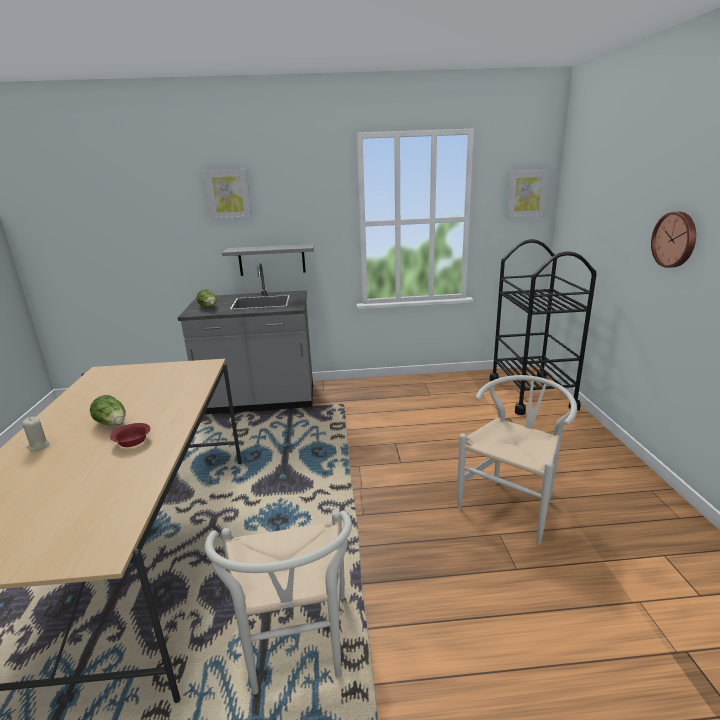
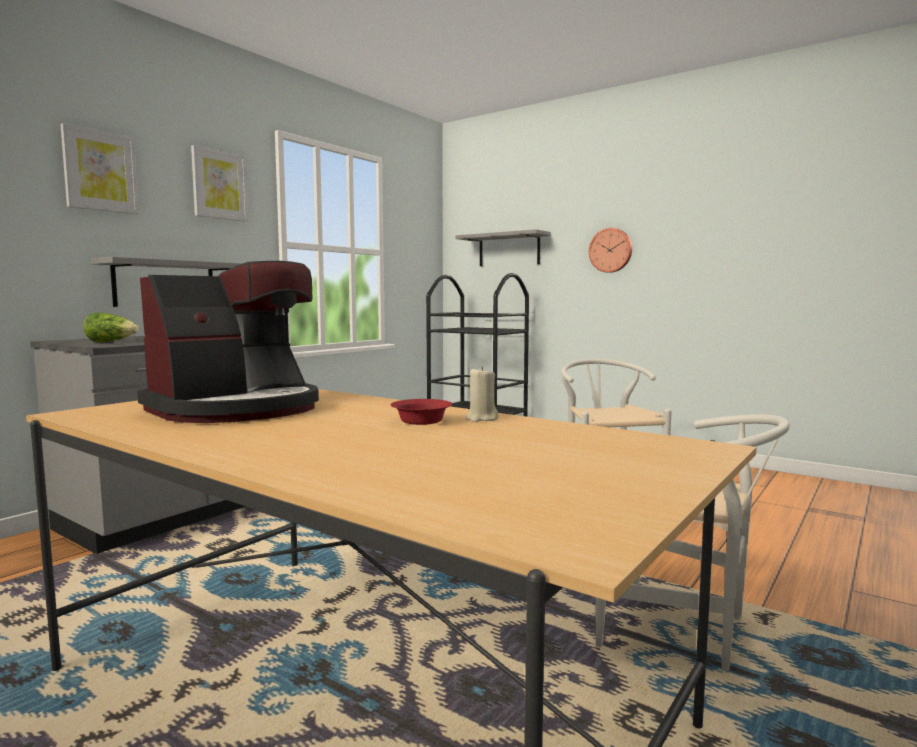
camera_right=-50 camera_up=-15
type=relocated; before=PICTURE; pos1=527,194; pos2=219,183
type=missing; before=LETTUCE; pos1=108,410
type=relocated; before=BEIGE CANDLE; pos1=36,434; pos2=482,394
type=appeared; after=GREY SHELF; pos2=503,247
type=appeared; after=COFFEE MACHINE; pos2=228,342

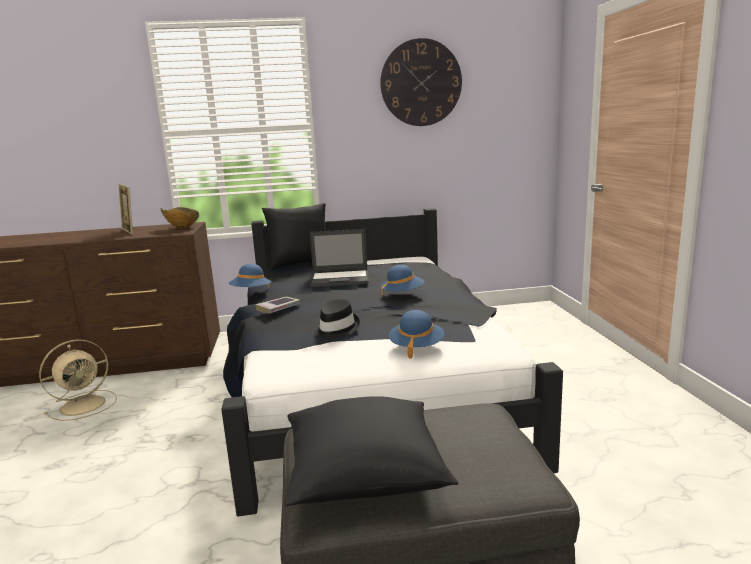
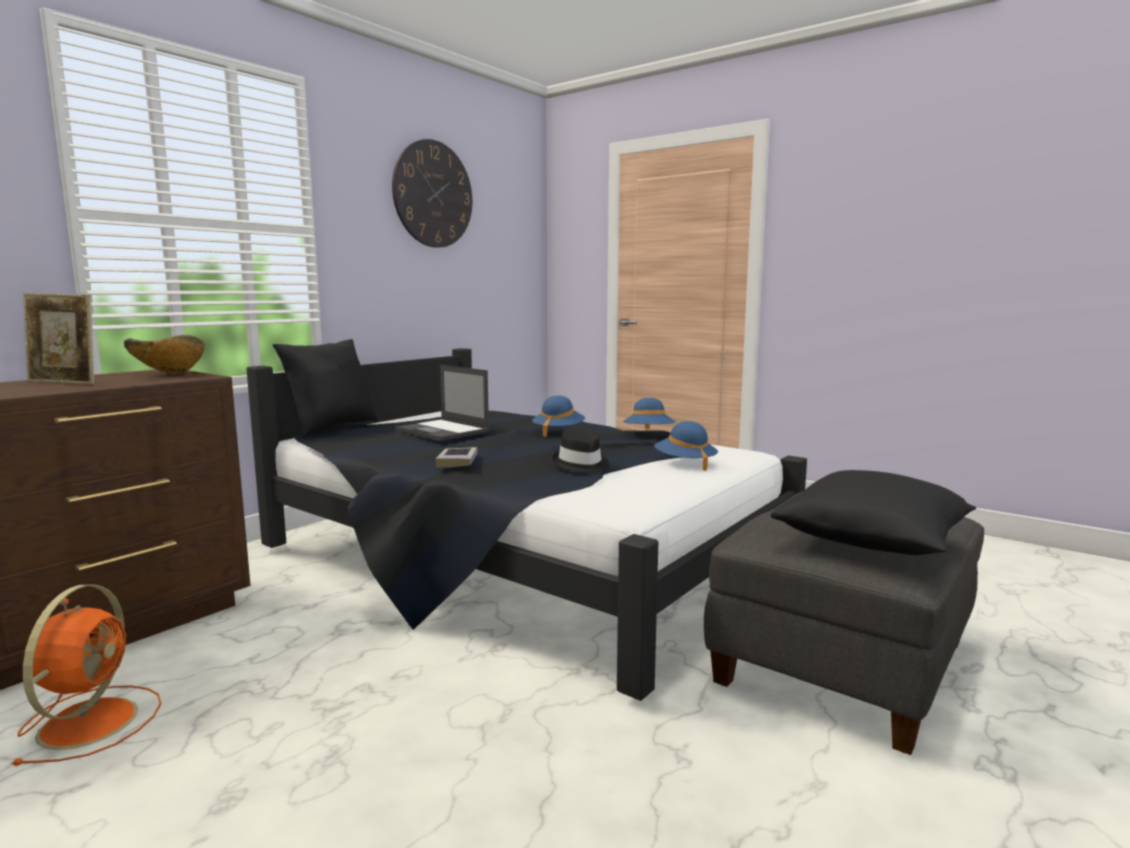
camera_right=-45 camera_up=-5
type=spun; before=LAPTOP; pos1=339,258; pos2=442,403; turn=90
type=relocated; before=BLUE HAT; pos1=250,276; pos2=649,414
type=colour; before=BEIGE FAN; after=ORANGE FAN; pos1=78,380; pos2=86,675

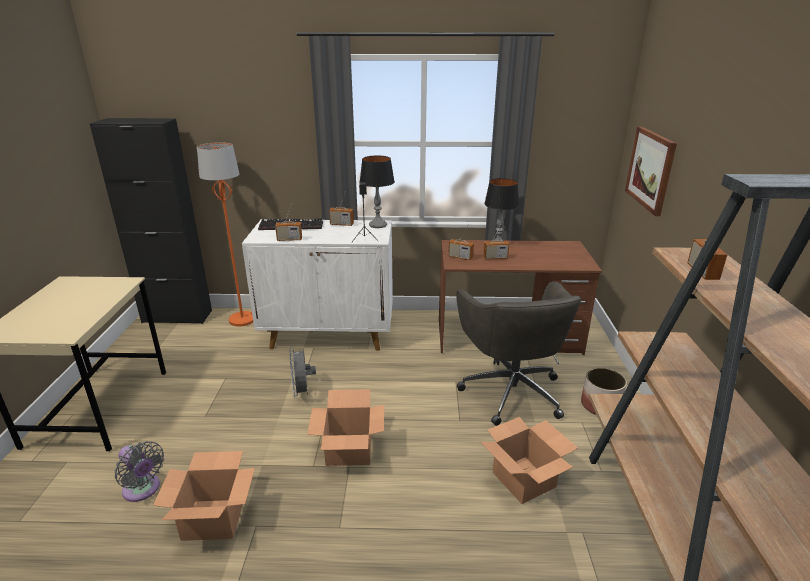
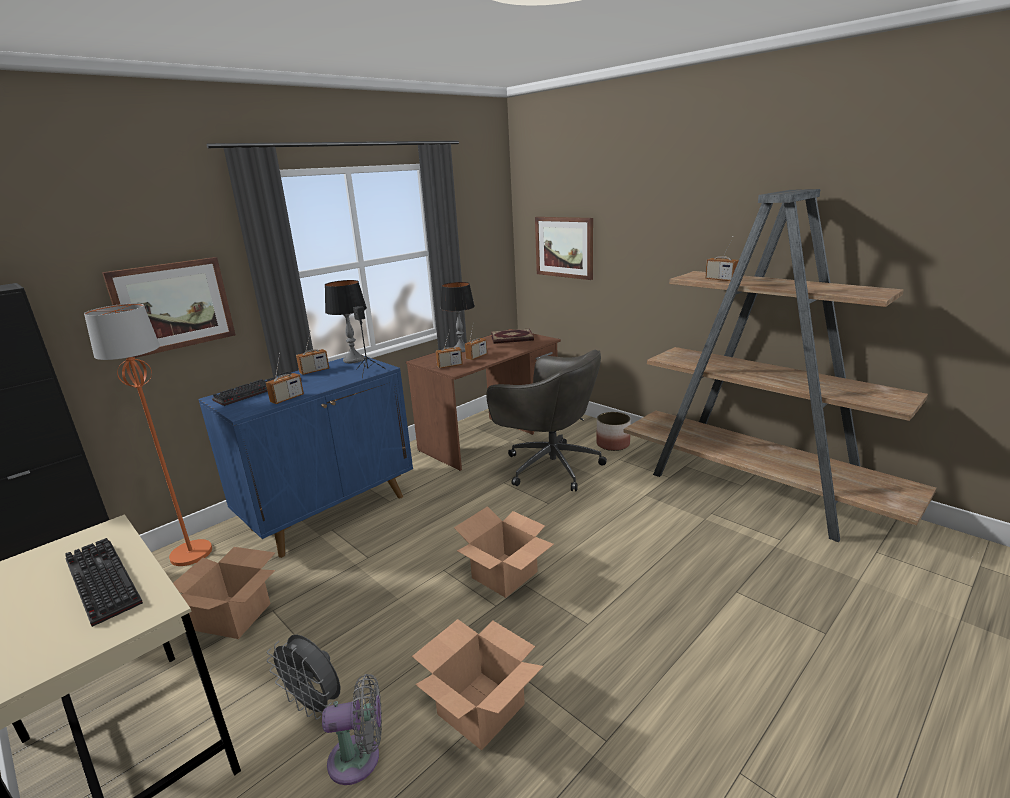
camera_right=-45 camera_up=-5
type=colour; before=WHITE CABINET; after=BLUE CABINET; pos1=317,285; pos2=305,457
type=relocated; before=GREY FAN; pos1=302,372; pos2=303,677
type=relocated; before=CARDBOARD BOX; pos1=529,460; pos2=224,593
type=appeared; after=PICTURE; pos2=169,307
type=appeared; after=BOOK; pos2=512,336
type=appeared; after=KEYBOARD; pos2=104,582

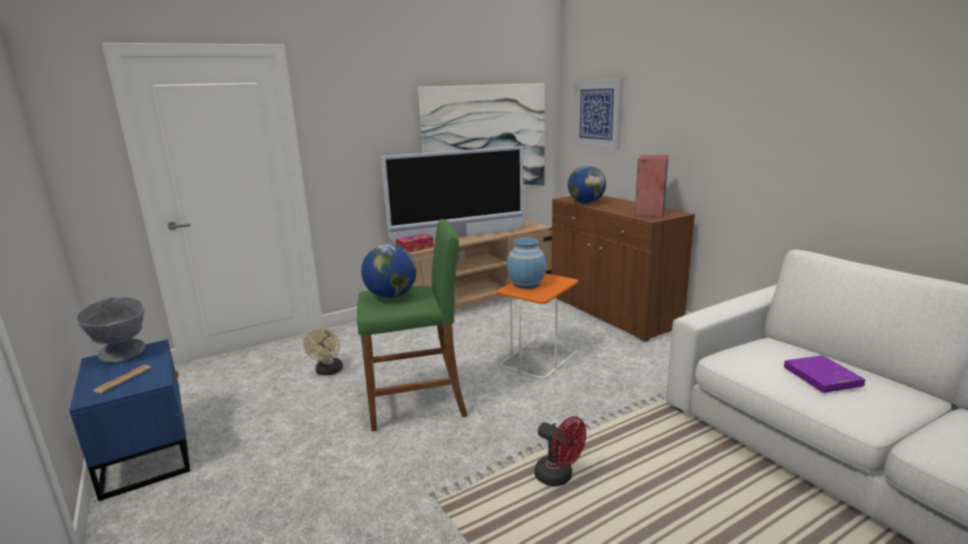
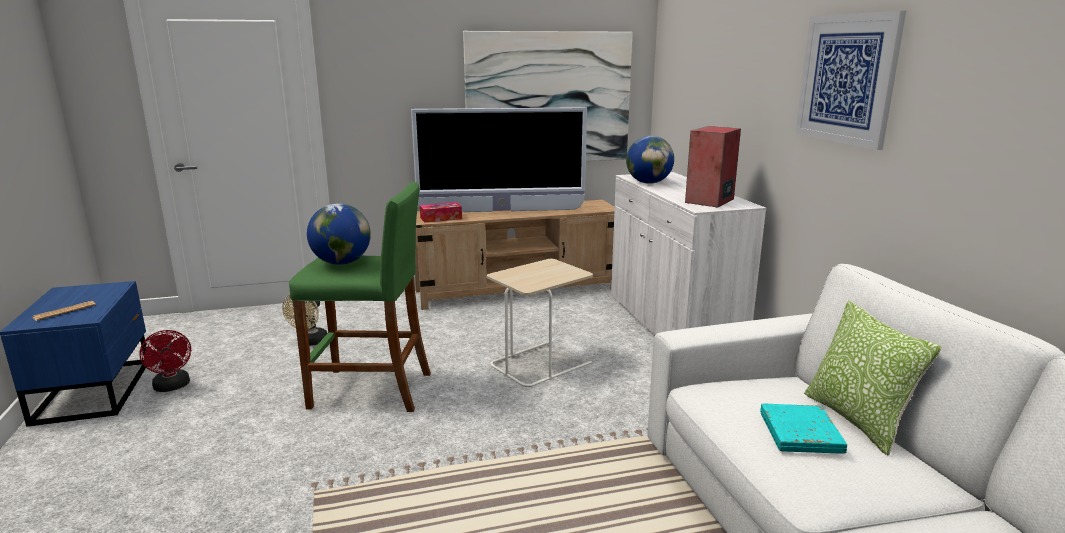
camera_right=15 camera_up=0
type=relocated; before=PICTURE; pos1=598,114; pos2=850,80
type=colour; before=BROWN CABINET; after=WHITE CABINET; pos1=623,268; pos2=688,254
type=missing; before=BLUE VASE; pos1=527,263
type=colour; before=ORANGE SIDE TABLE; after=BEIGE SIDE TABLE; pos1=537,326; pos2=540,323
type=missing; before=GREY BOWL; pos1=111,330
type=colour; before=PURPLE BOOK; after=TURQUOISE BOOK; pos1=824,374; pos2=803,429
type=relocated; before=RED FAN; pos1=560,451; pos2=165,361
type=appeared; after=PILLOW; pos2=873,378

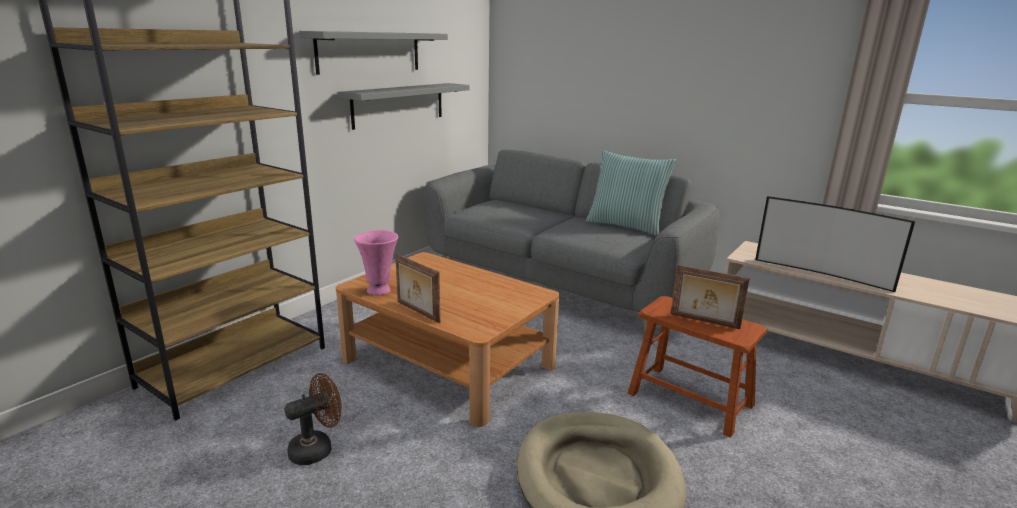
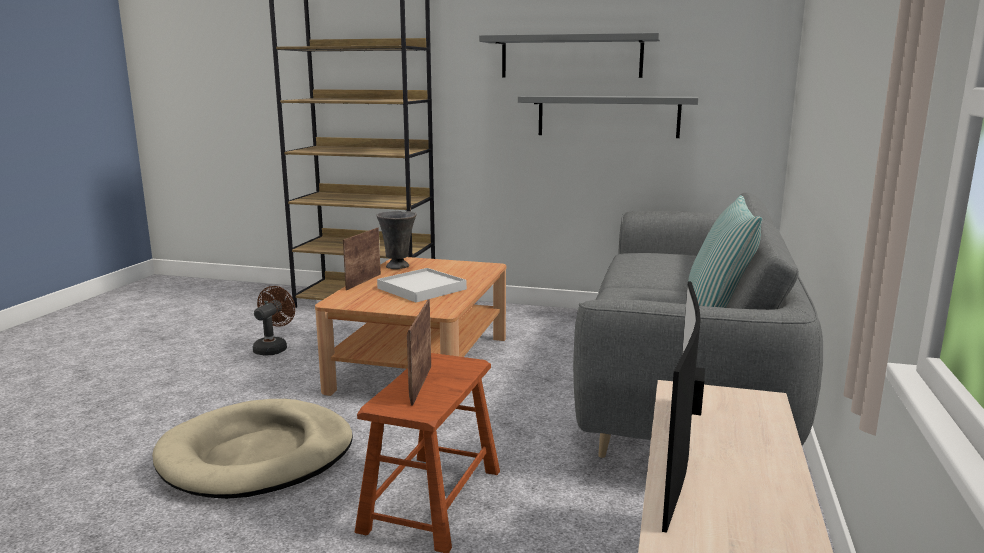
camera_right=70 camera_up=-5
type=colour; before=PINK VASE; after=GREY VASE; pos1=376,263; pos2=396,240
type=spun; before=BROWN FAN; pos1=313,419; pos2=274,321; turn=-105
type=appeared; after=WHITE TRAY; pos2=422,285

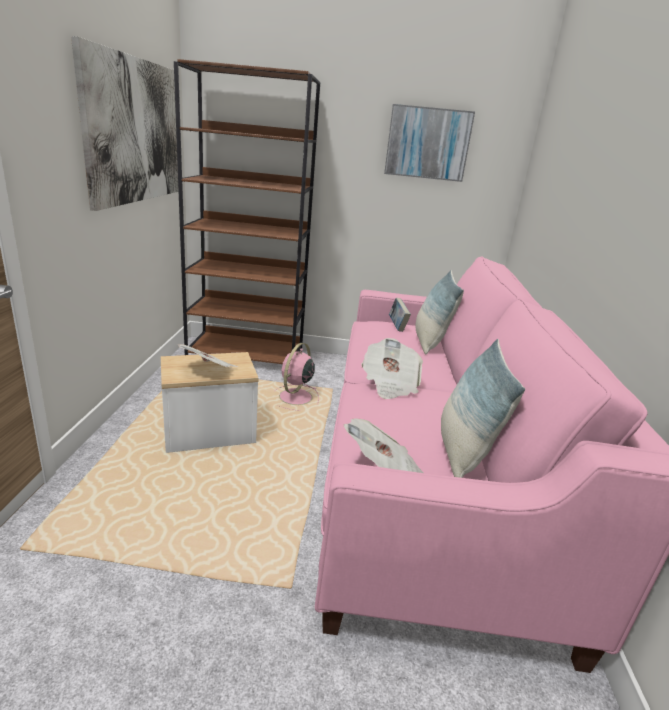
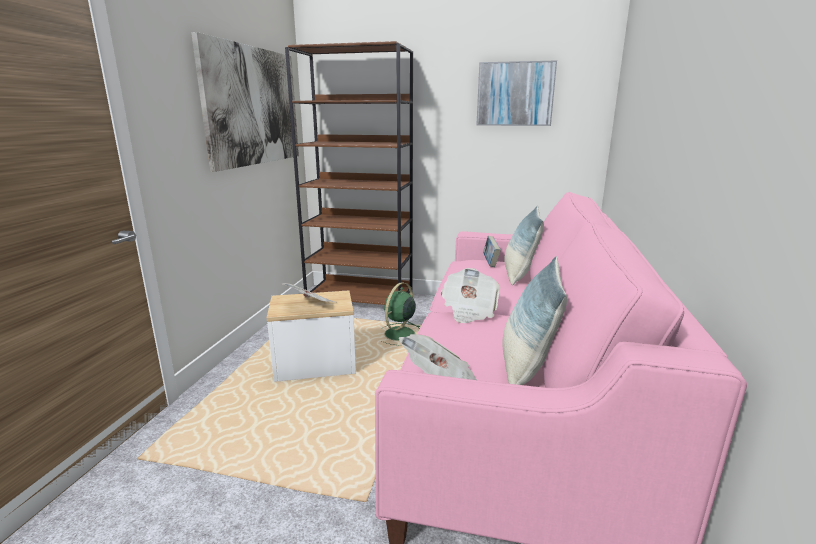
camera_right=10 camera_up=-5
type=colour; before=PINK FAN; after=GREEN FAN; pos1=297,376; pos2=400,314

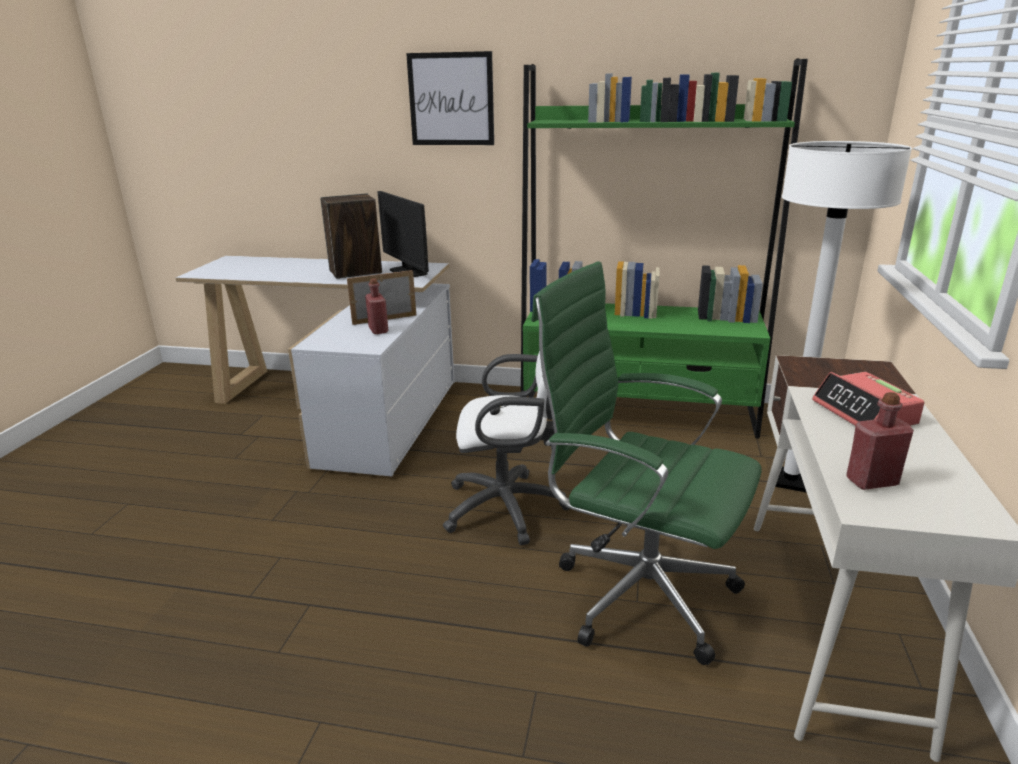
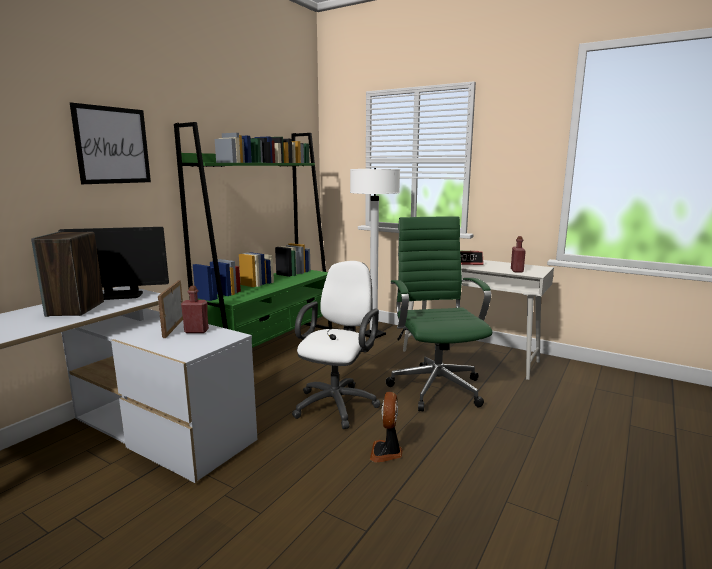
camera_right=-70 camera_up=-10
type=spun; before=GREEN OFFICE CHAIR; pos1=646,463; pos2=439,313; turn=120
type=appeared; after=FAN; pos2=386,427

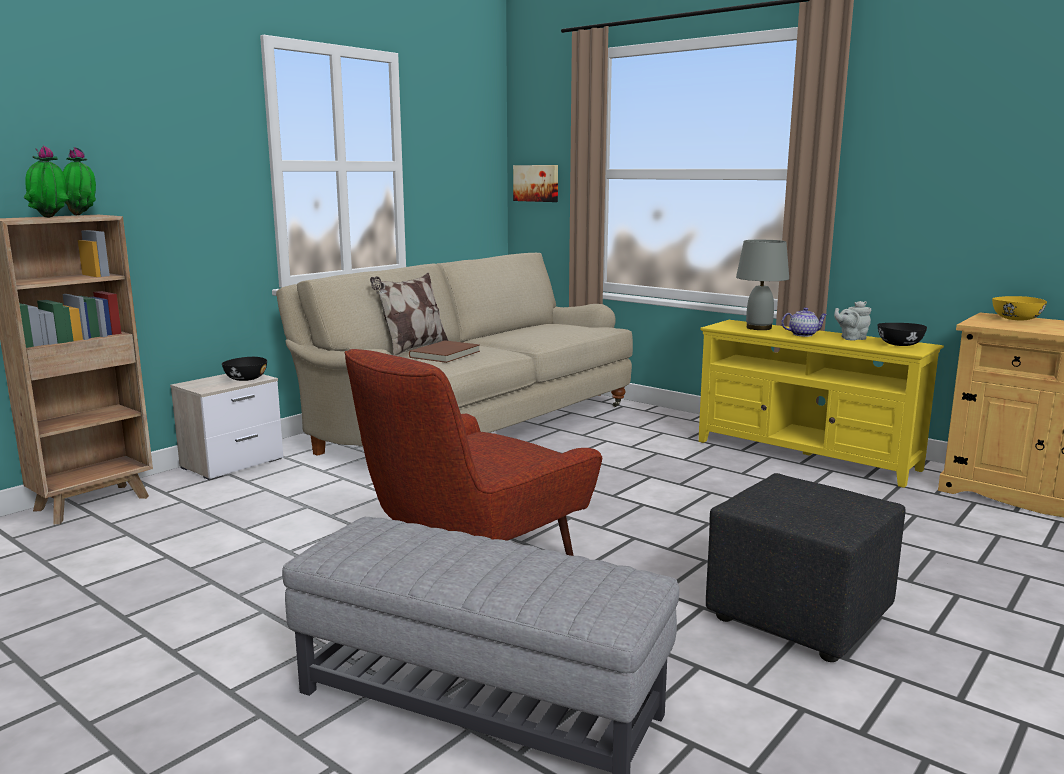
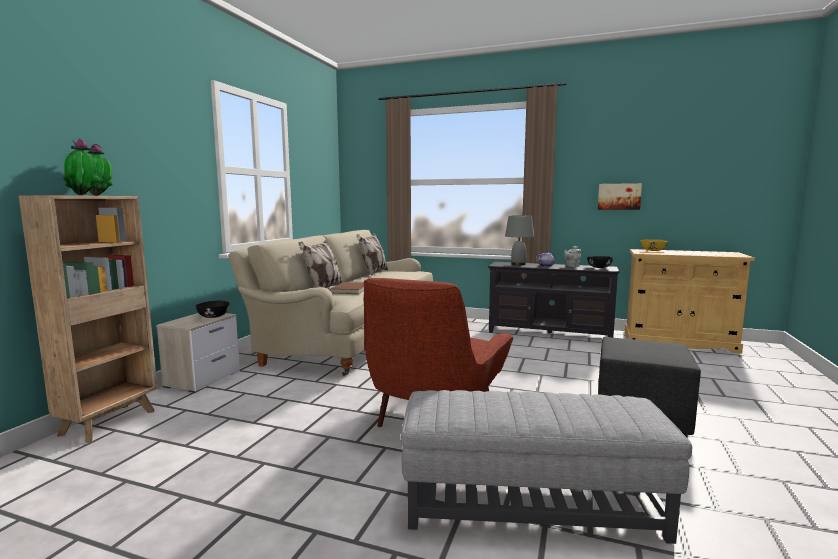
camera_right=-20 camera_up=-5
type=relocated; before=PICTURE; pos1=535,183; pos2=620,196
type=colour; before=YELLOW TV STAND; after=BLACK TV STAND; pos1=821,404; pos2=553,300
type=appeared; after=PILLOW; pos2=372,254

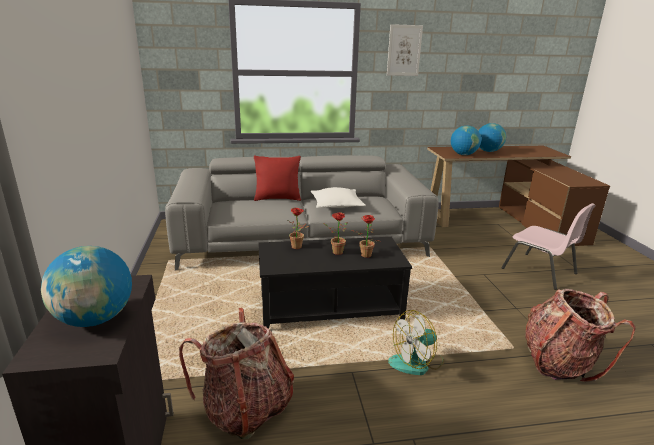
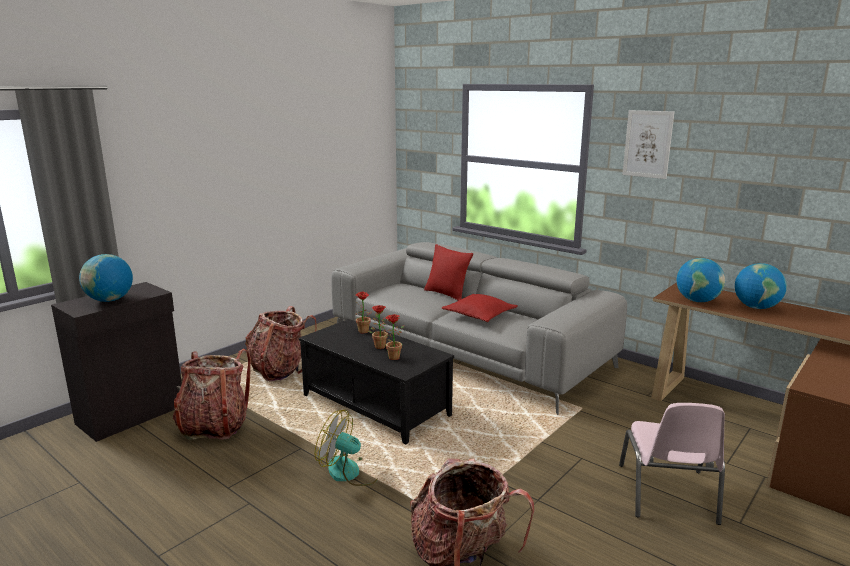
camera_right=50 camera_up=-5
type=colour; before=WHITE PILLOW; after=RED PILLOW; pos1=338,197; pos2=479,308
type=appeared; after=BACKPACK; pos2=281,343

